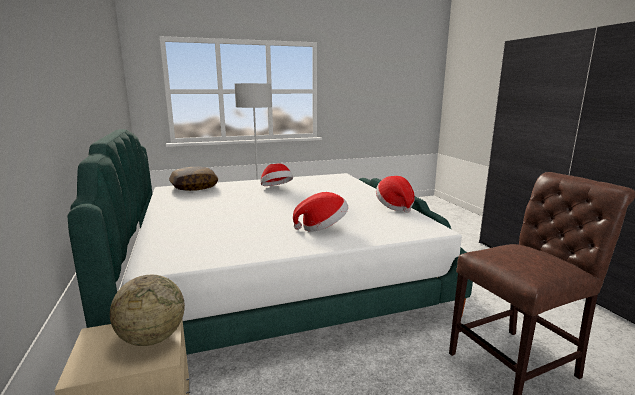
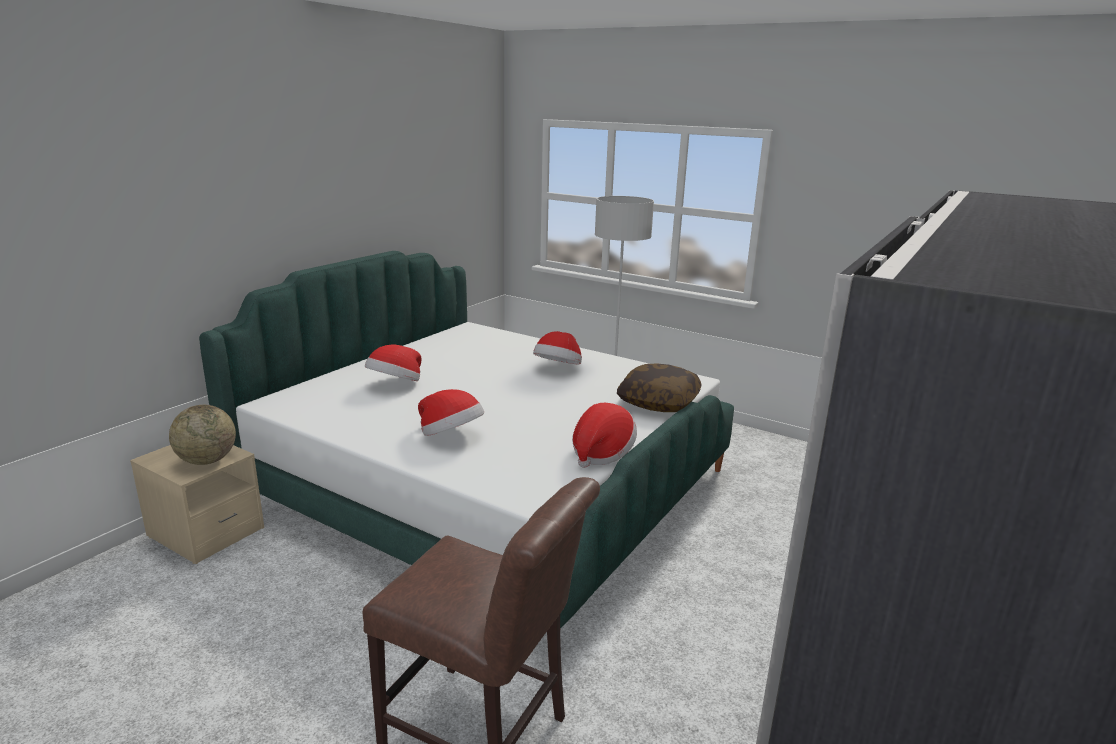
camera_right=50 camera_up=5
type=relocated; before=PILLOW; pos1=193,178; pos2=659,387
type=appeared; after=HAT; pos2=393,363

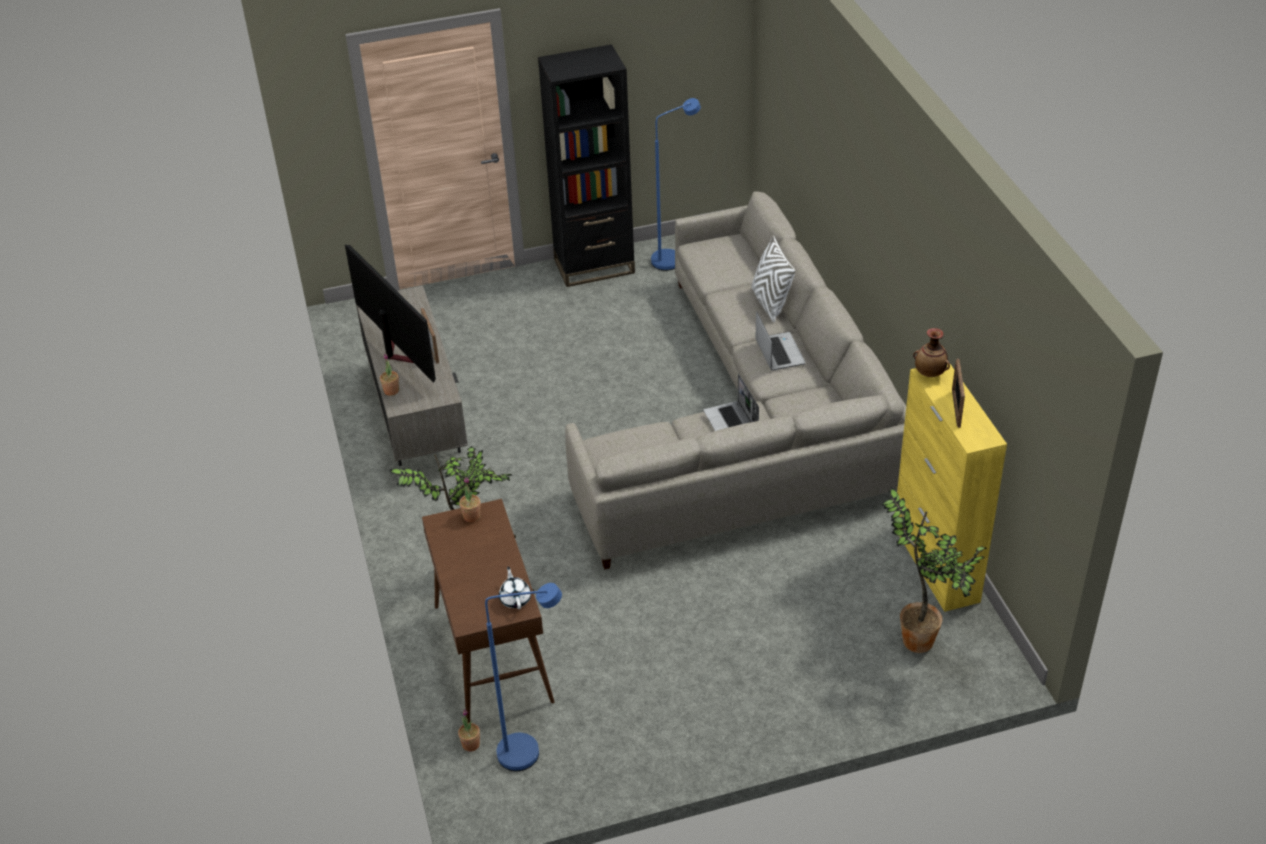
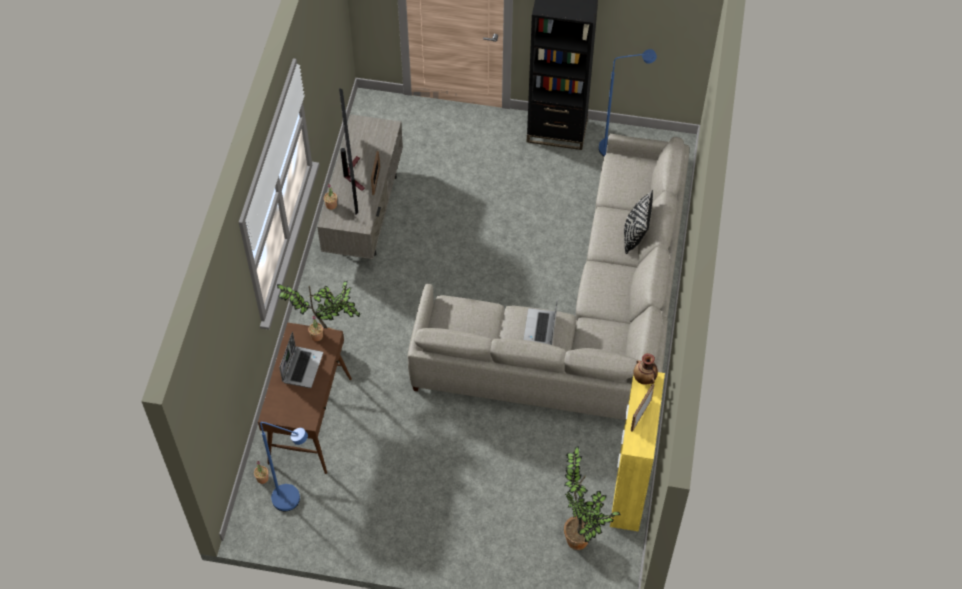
camera_right=25 camera_up=15
type=colour; before=WHITE PILLOW; after=BLACK PILLOW; pos1=773,278; pos2=638,222
type=relocated; before=LAPTOP; pos1=781,341; pos2=301,360
type=missing; before=WHITE TEAPOT; pos1=515,588

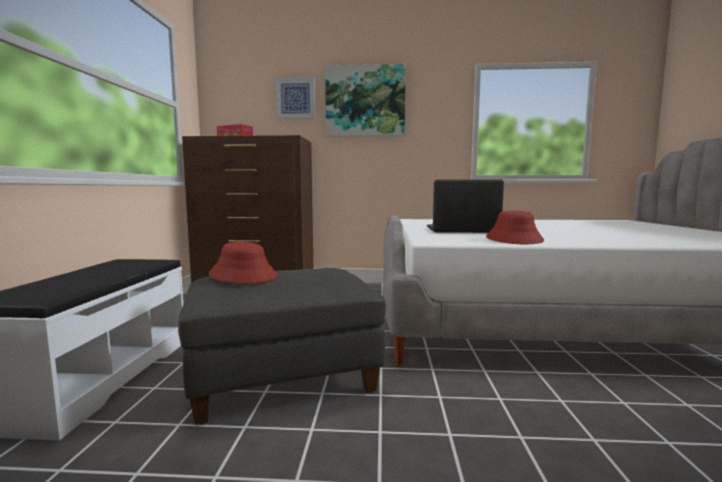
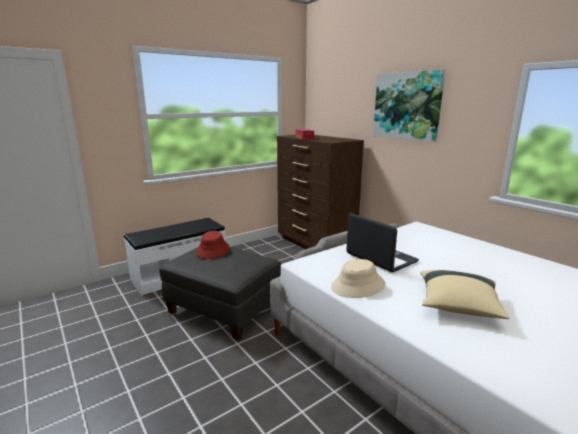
camera_right=50 camera_up=10
type=missing; before=PICTURE; pos1=295,98
type=colour; before=RED HAT; after=BEIGE HAT; pos1=515,227; pos2=358,278
type=appeared; after=BEIGE PILLOW; pos2=464,294

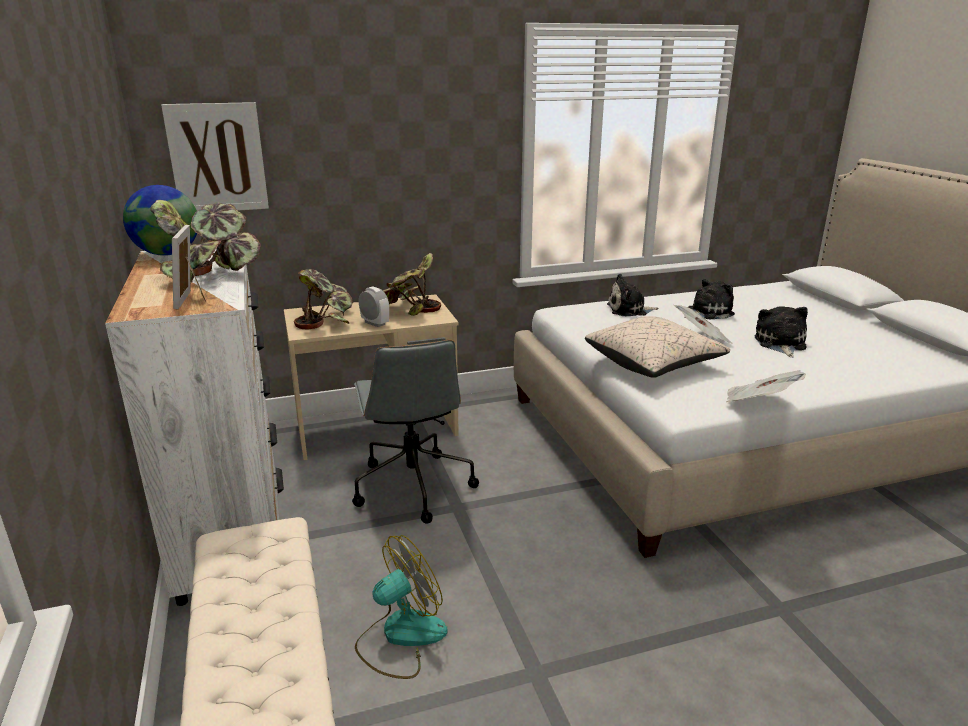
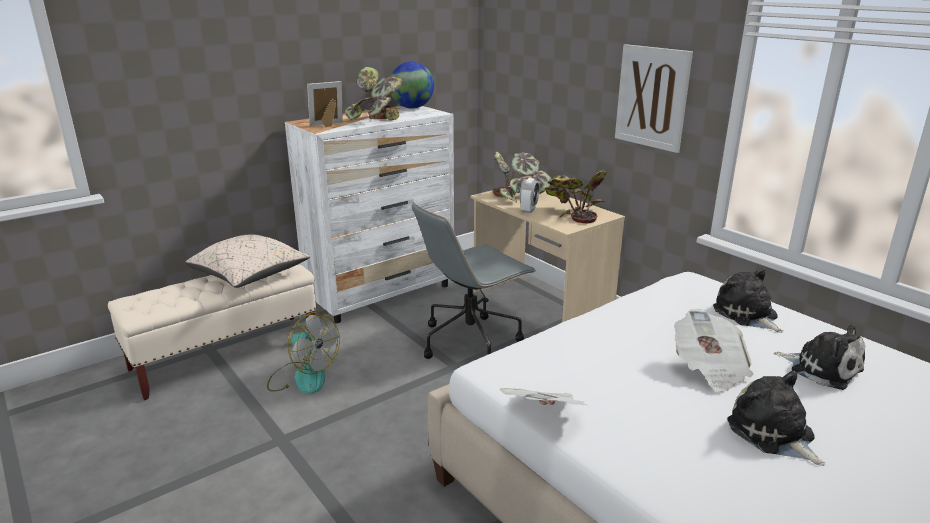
camera_right=70 camera_up=0
type=relocated; before=PICTURE; pos1=215,156; pos2=654,98
type=spun; before=PLUSH TOY; pos1=781,331; pos2=776,418; turn=-105
type=relocated; before=BEIGE PILLOW; pos1=657,347; pos2=247,261

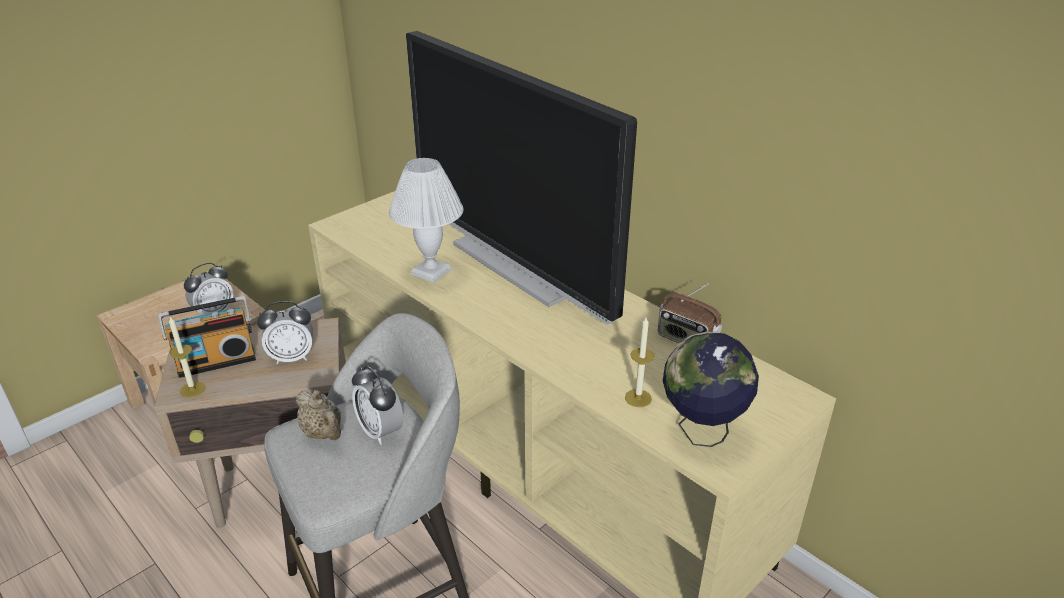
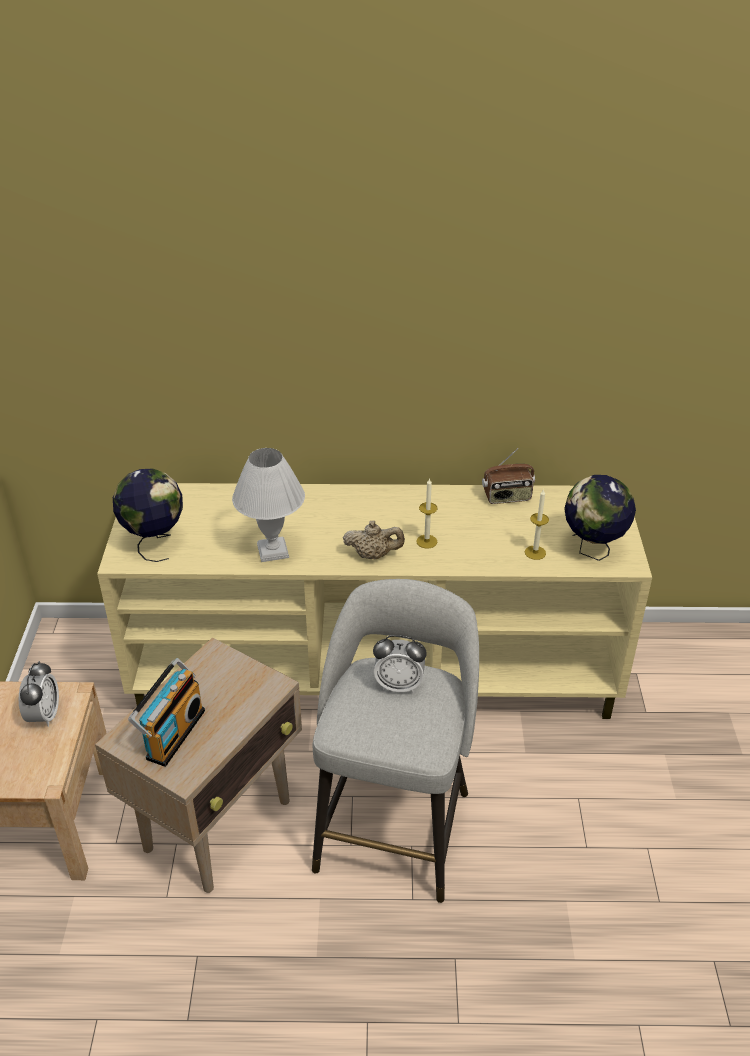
camera_right=-45 camera_up=5
type=missing; before=TELEVISION; pos1=521,177
type=missing; before=ALARM CLOCK; pos1=285,332
type=relocated; before=CANDLE; pos1=187,357; pos2=426,513
type=relocated; before=BEIGE TEAPOT; pos1=318,415; pos2=374,540
type=appeared; after=GLOBE; pos2=148,515

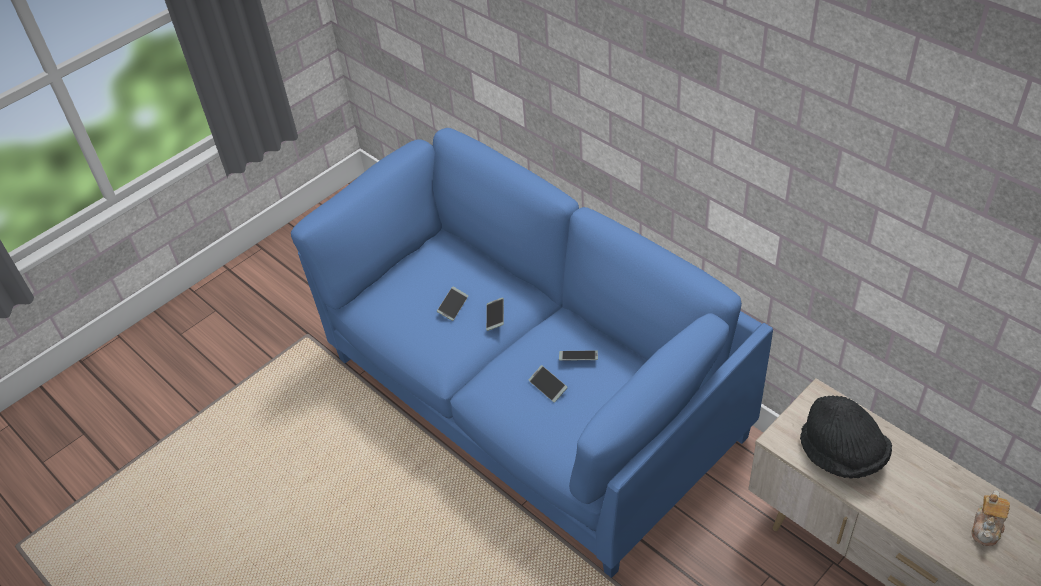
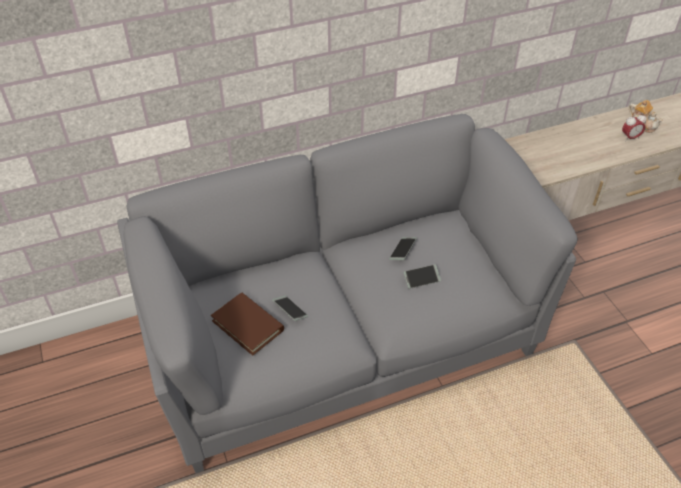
camera_right=-70 camera_up=0
type=colour; before=BLUE SOFA; after=GREY SOFA; pos1=532,353; pos2=347,293
type=missing; before=PHONE; pos1=495,314
type=missing; before=BLACK HAT; pos1=846,436
type=appeared; after=ALARM CLOCK; pos2=634,126
type=appeared; after=BROWN BOOK; pos2=247,324

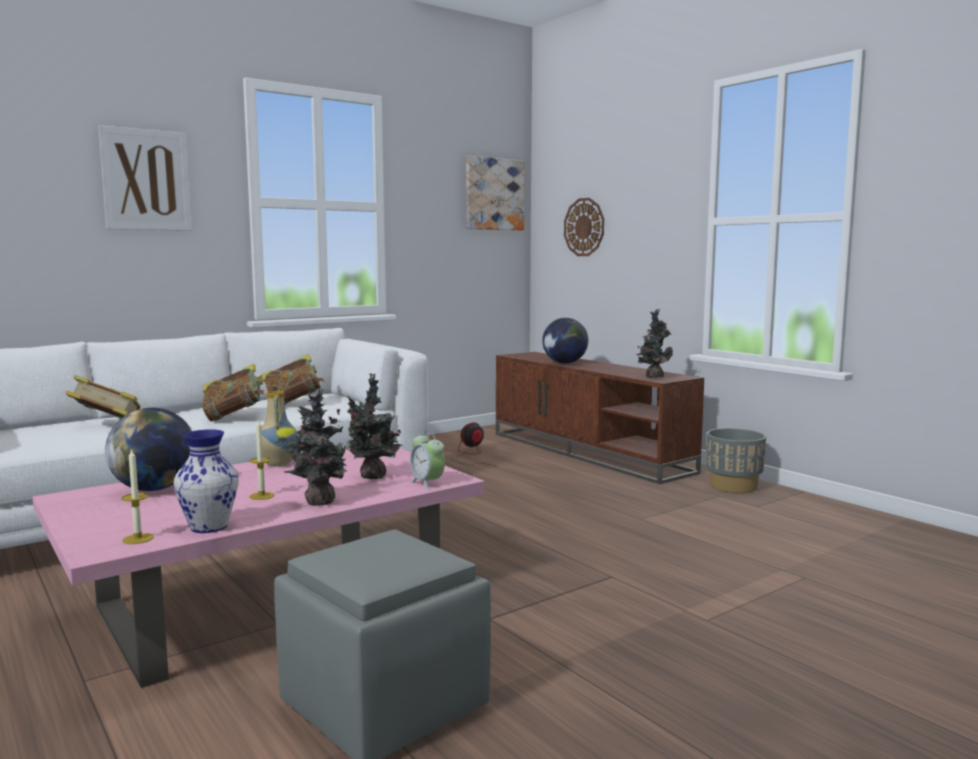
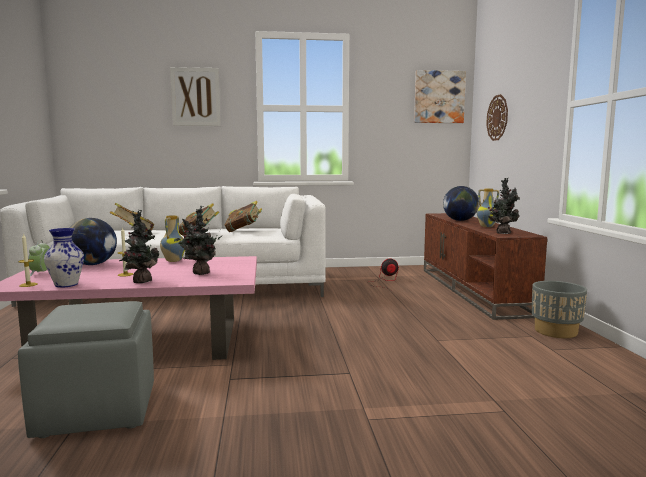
camera_right=30 camera_up=0
type=relocated; before=ALARM CLOCK; pos1=427,460; pos2=38,258
type=appeared; after=VASE; pos2=488,207

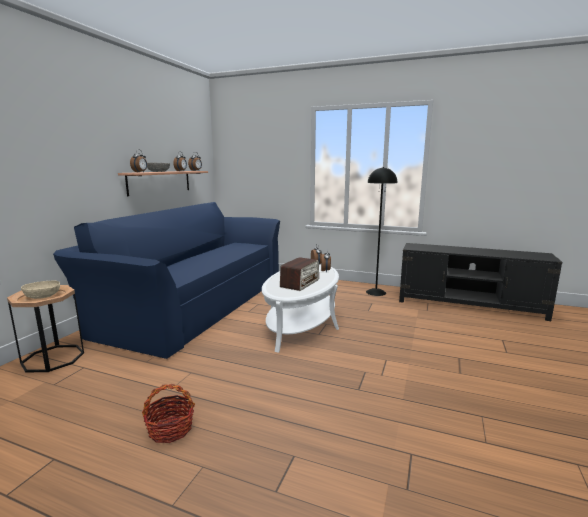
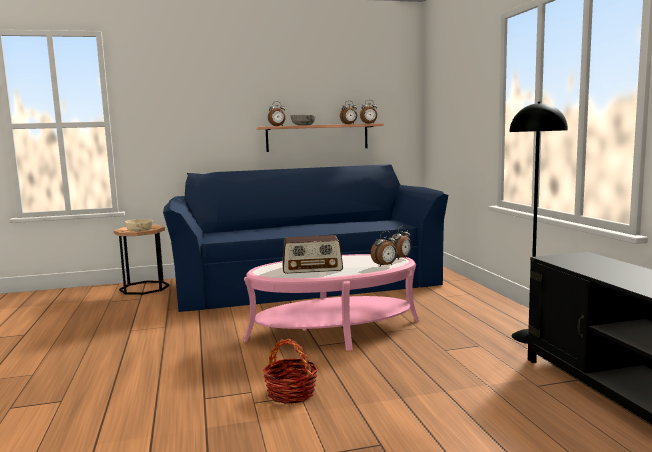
camera_right=55 camera_up=-5
type=colour; before=WHITE COFFEE TABLE; after=PINK COFFEE TABLE; pos1=300,308; pos2=332,302
type=relocated; before=BASKET; pos1=168,413; pos2=290,371

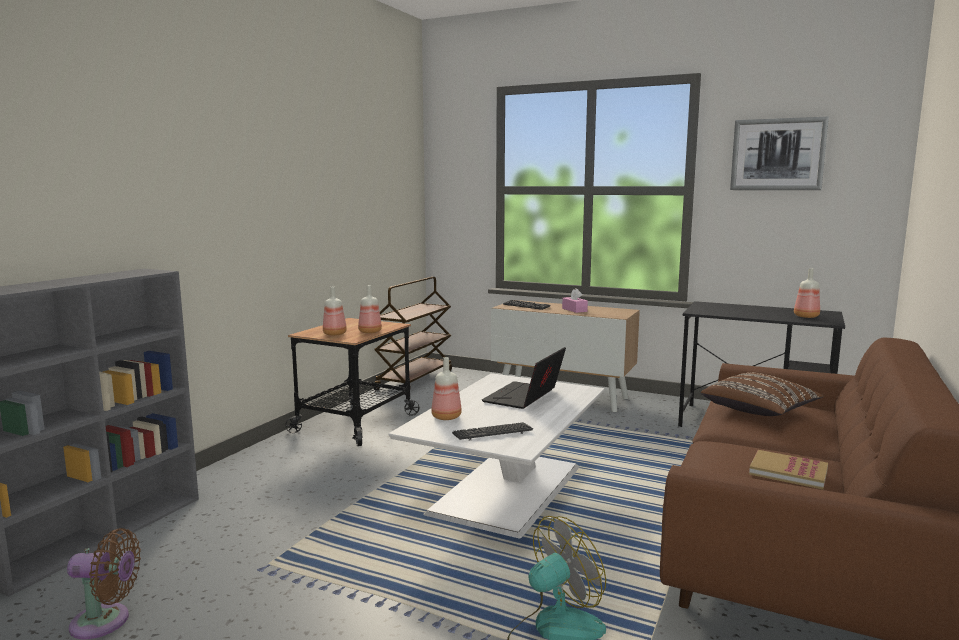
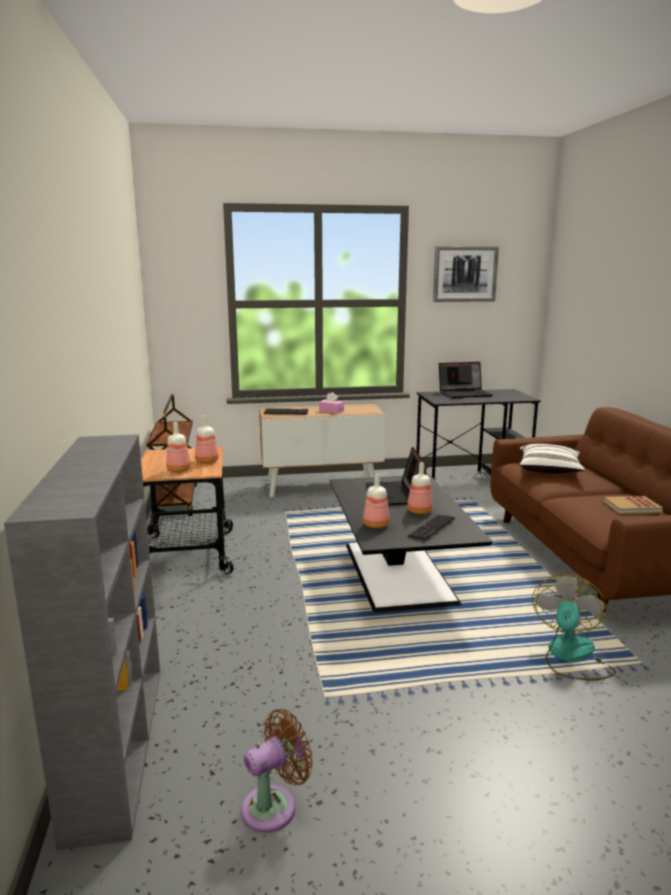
camera_right=-35 camera_up=5
type=relocated; before=BOTTLE; pos1=807,293; pos2=419,488
type=colour; before=BROWN PILLOW; after=WHITE PILLOW; pos1=762,394; pos2=552,458
type=colour; before=WHITE COFFEE TABLE; after=BLACK COFFEE TABLE; pos1=496,455; pos2=411,543
type=appeared; after=LAPTOP; pos2=466,380

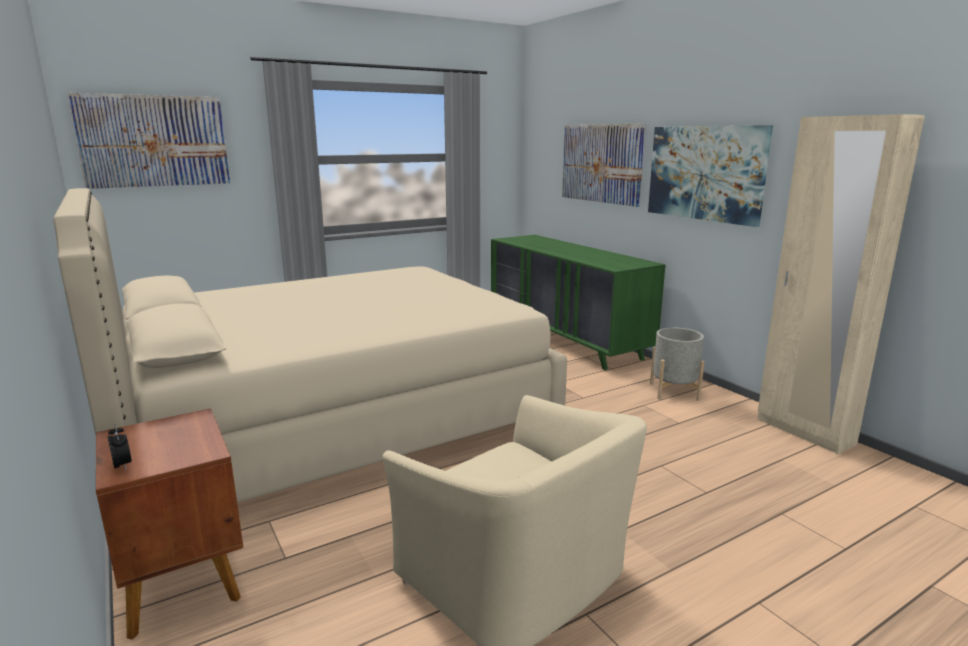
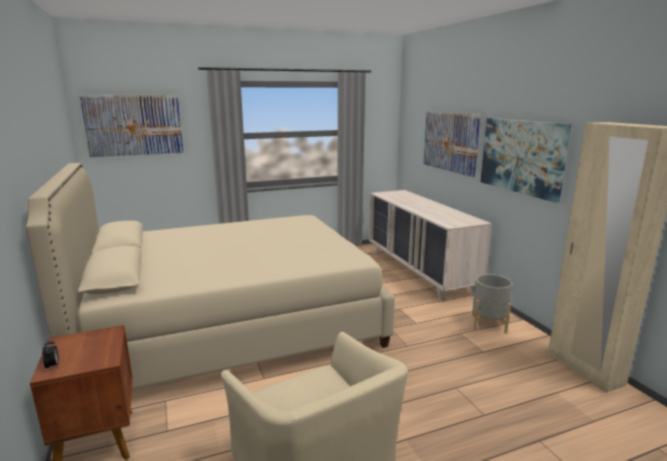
camera_right=10 camera_up=0
type=colour; before=GREEN DRESSER; after=BEIGE DRESSER; pos1=578,302; pos2=430,245

